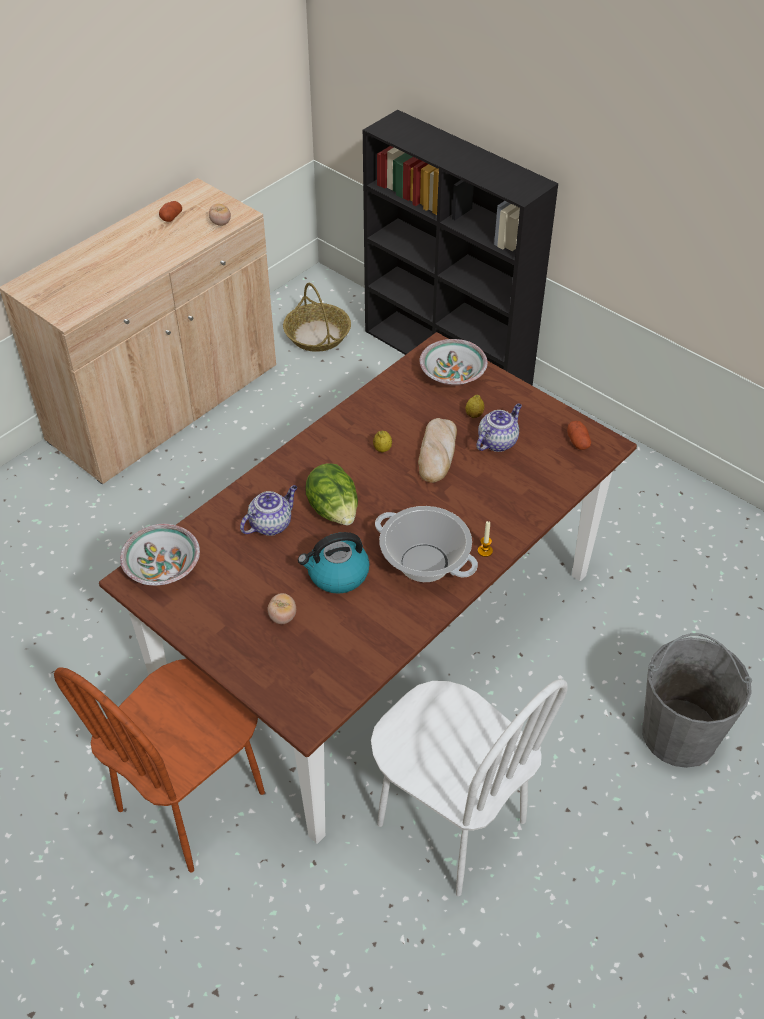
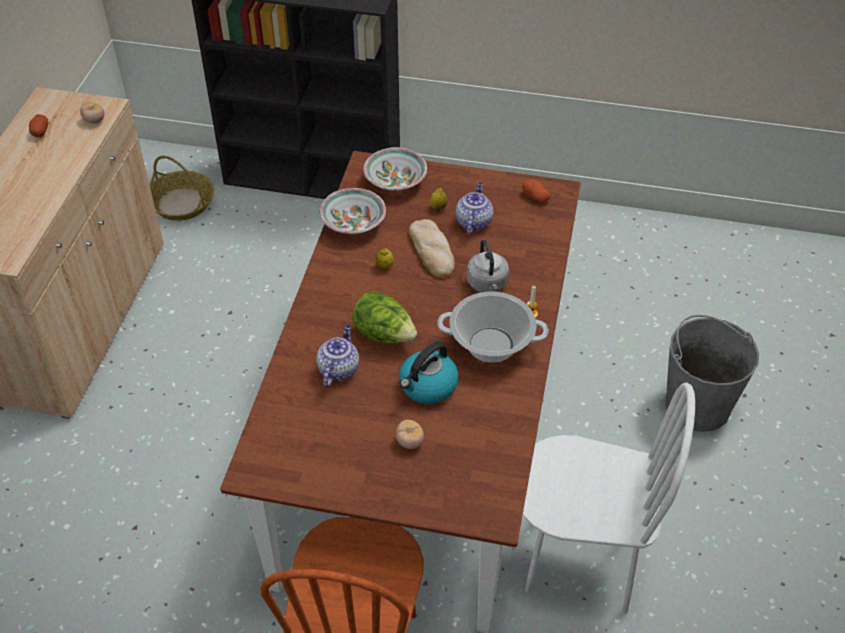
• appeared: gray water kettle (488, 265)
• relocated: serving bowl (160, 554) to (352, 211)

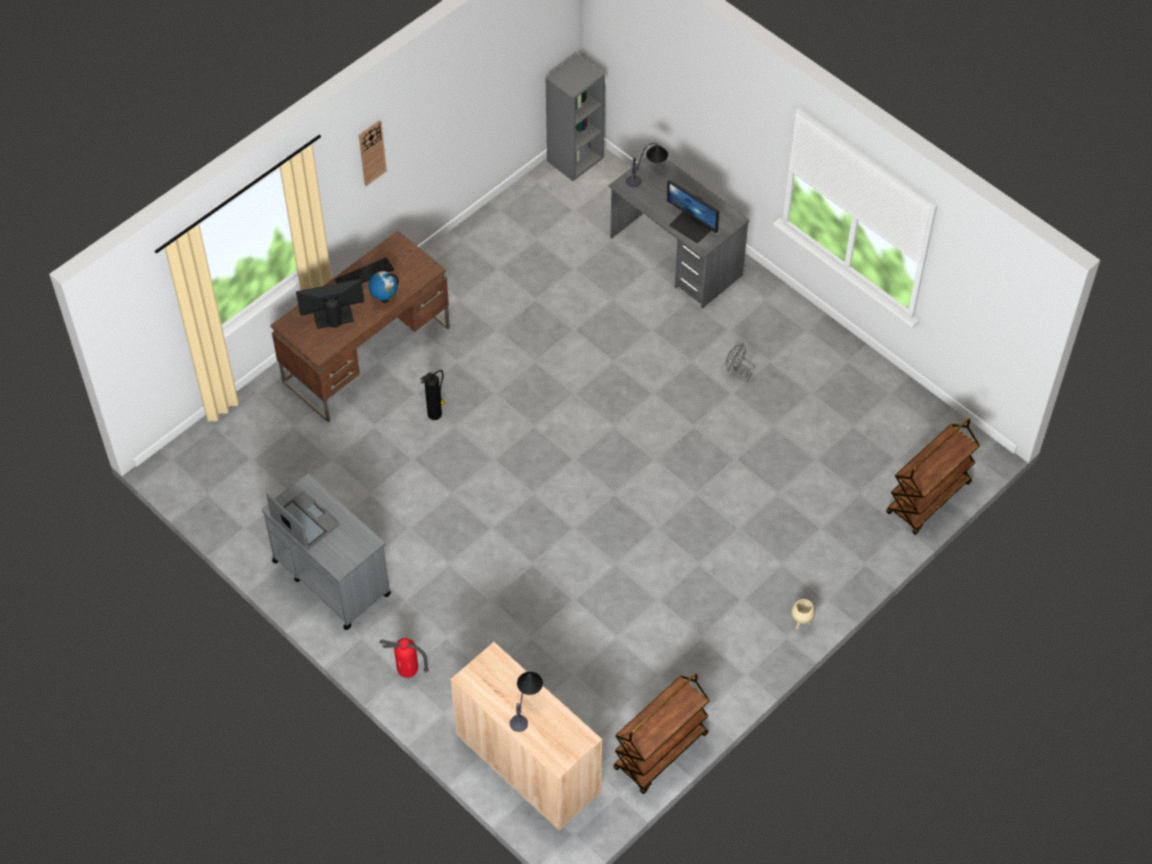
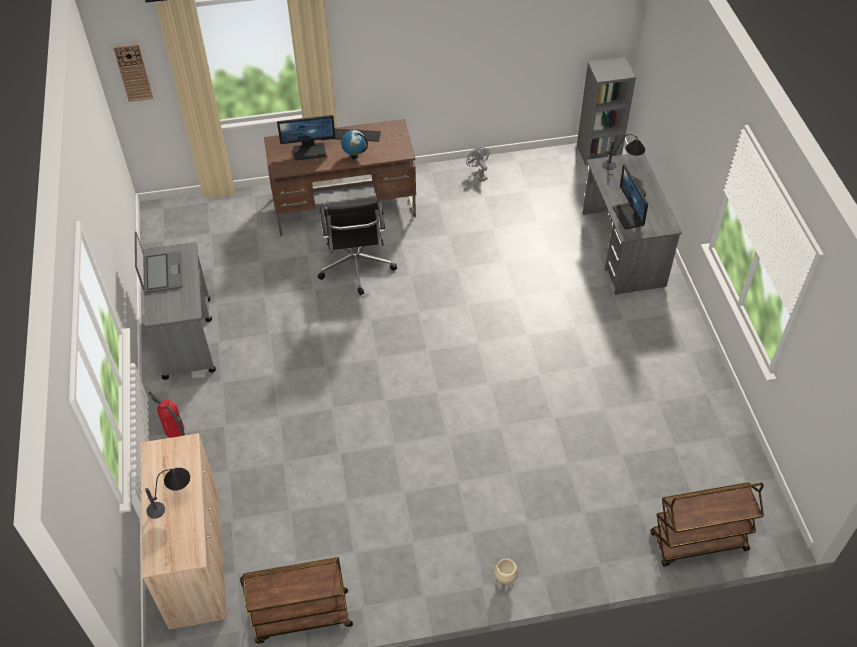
• relocated: hanging clock (373, 153) to (133, 73)
• relocated: gray fan (740, 363) to (478, 165)
• exchanged: fire-fighting cylinder (432, 395) to black desk chair (357, 247)
• spun: computer display (330, 304) = (306, 137) 150 degrees clockwise

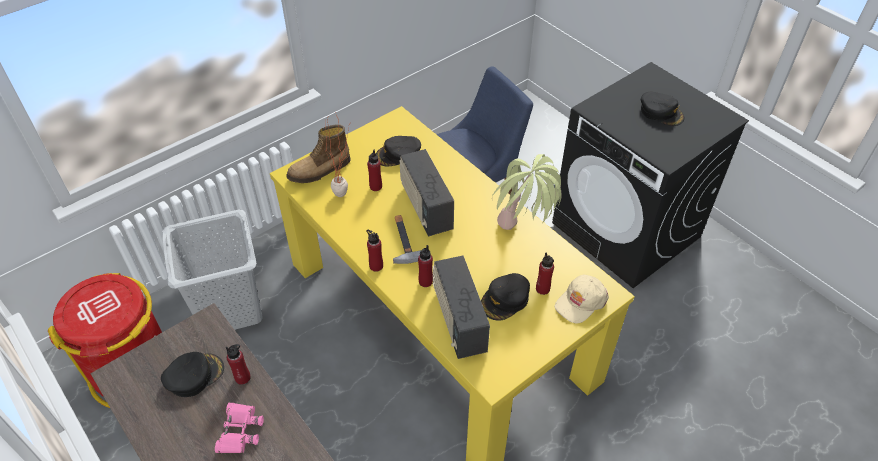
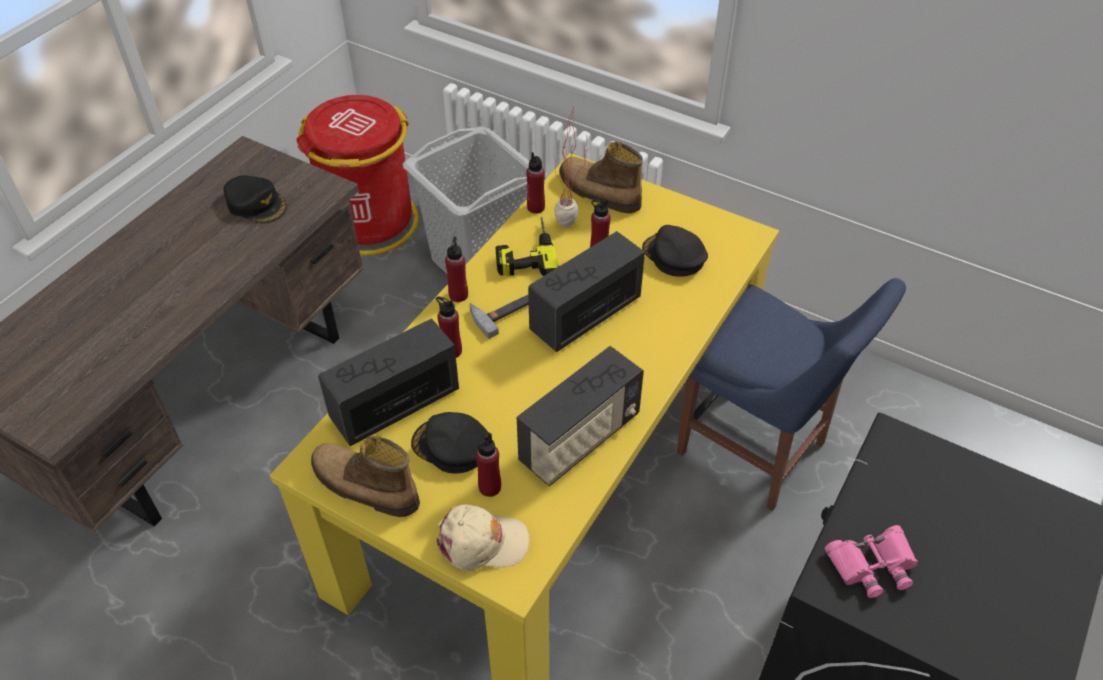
• missing: black cap (662, 109)
• appeared: tall boot (365, 476)
• appeared: electric drill (527, 247)
• relocated: pink binoculars (239, 428) to (871, 561)
• relocated: red-coloured beverage bottle (238, 364) to (535, 183)
• exchanged: houseplant (527, 192) to radio receiver (580, 416)
• spun: beige-coloured cap (582, 299) = (483, 538) 150 degrees clockwise

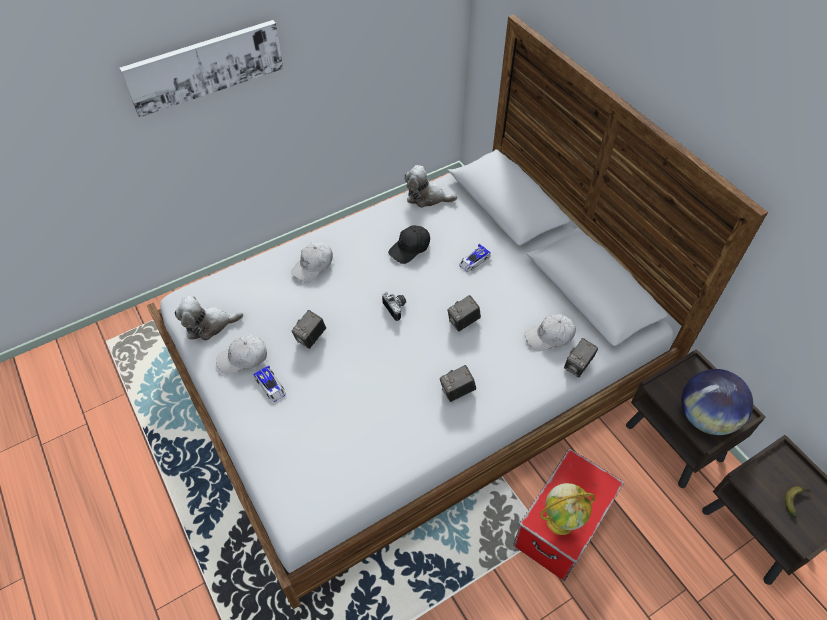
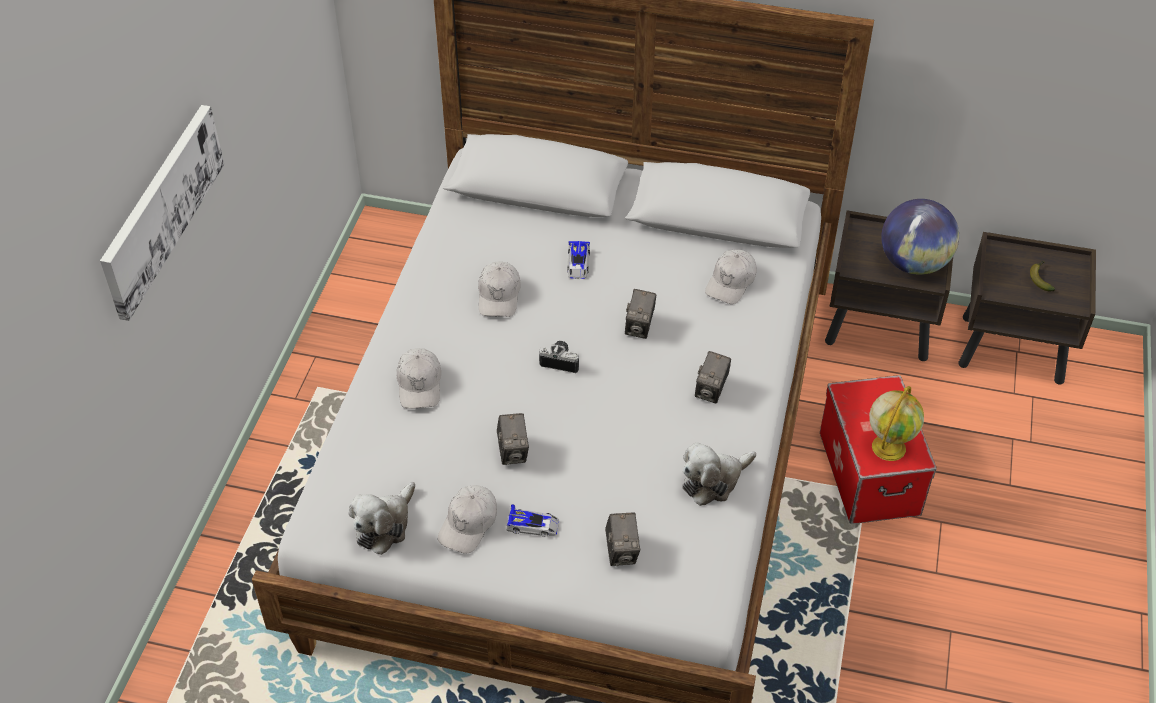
• relocated: cuddly toy (431, 186) to (719, 474)
• relocated: still camera (581, 357) to (622, 539)
• colour: black cap (409, 244) to white cap (499, 289)

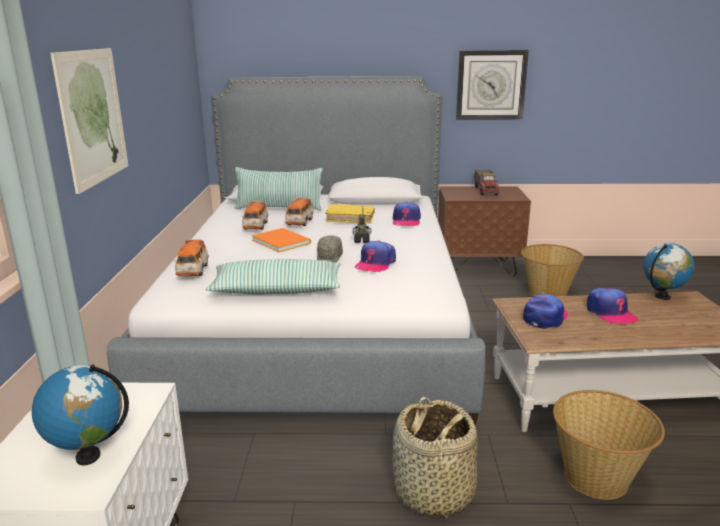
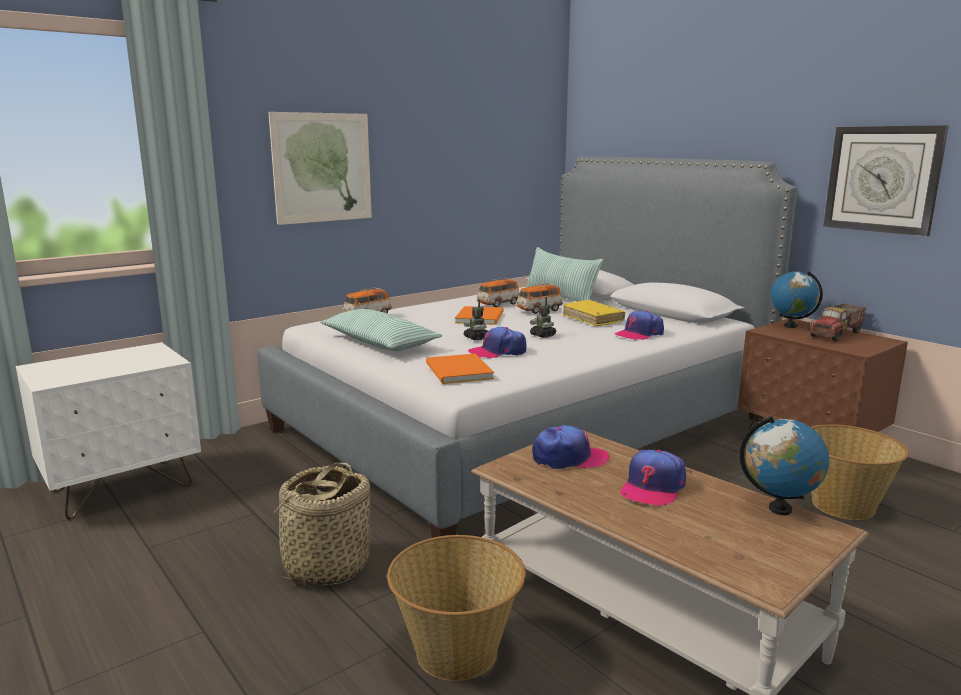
• appeared: orange bound book (460, 368)
• relocated: globe (80, 414) to (797, 299)
• exchanged: gray cap (330, 248) to toy robot (475, 319)

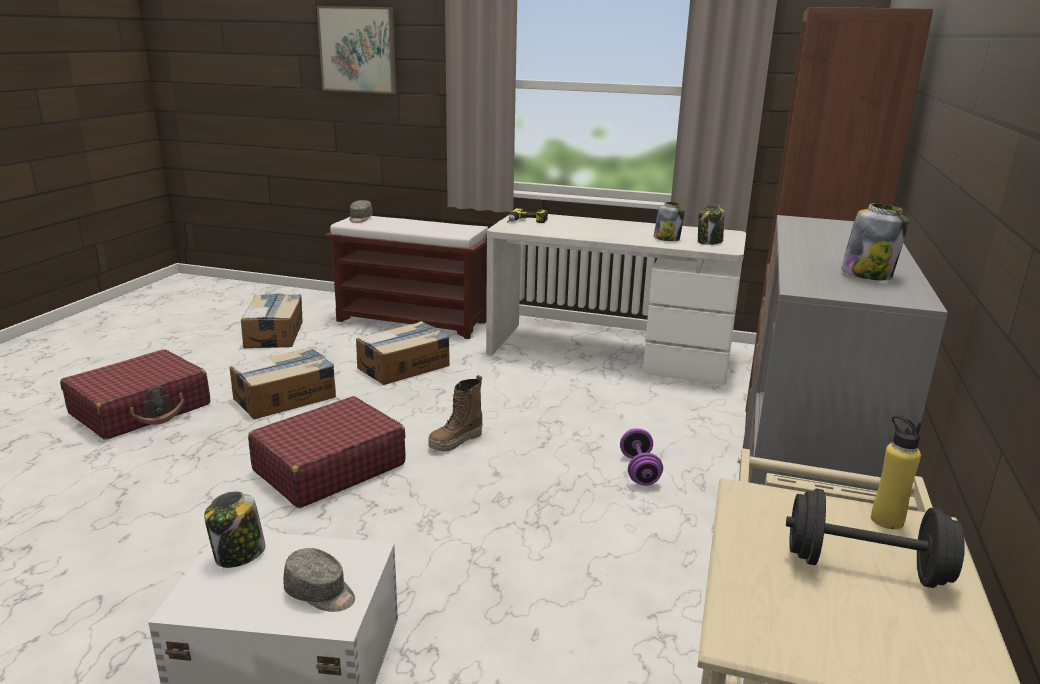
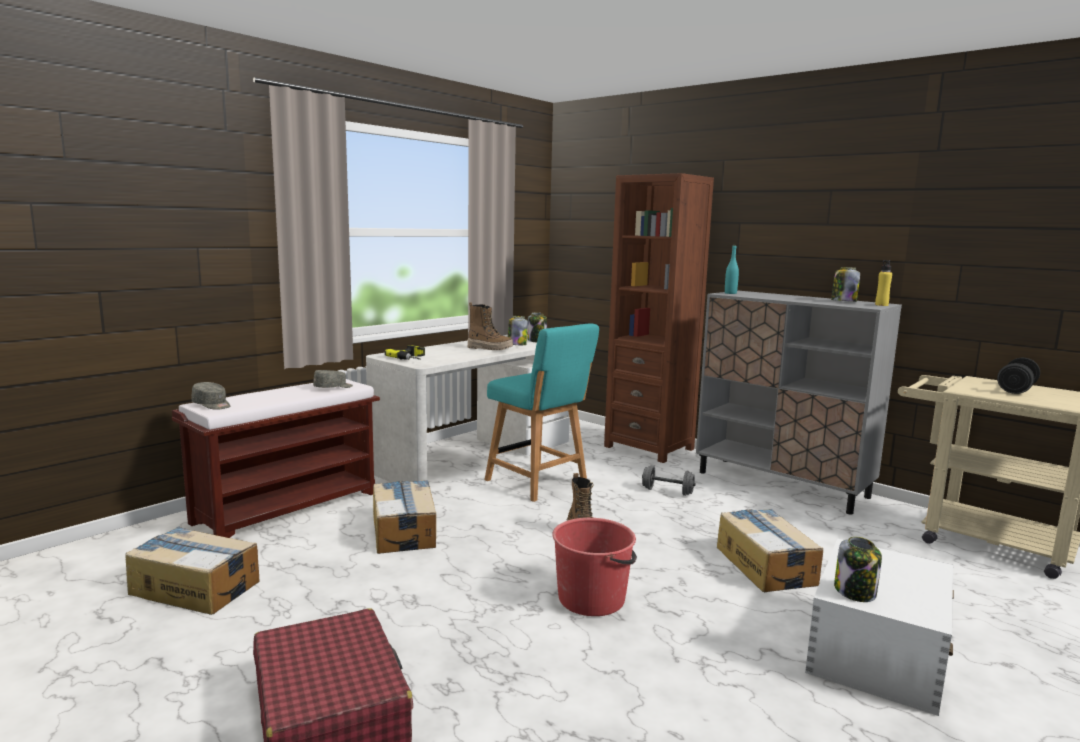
• missing: wall picture (356, 50)
• appeared: tall boot (490, 326)
• appeared: blue-green upright chair (541, 412)
• appeared: blue-green beverage bottle (732, 269)
• relocated: cardboard box (283, 383) to (770, 550)
• relocated: gray cap (319, 580) to (333, 379)
• relocated: yellow beverage bottle (896, 472) to (883, 283)
• exchanged: red-coloured suitcase (327, 452) to red-coloured bucket (594, 567)
• colour: purple hand weight (641, 457) to gray hand weight (669, 480)

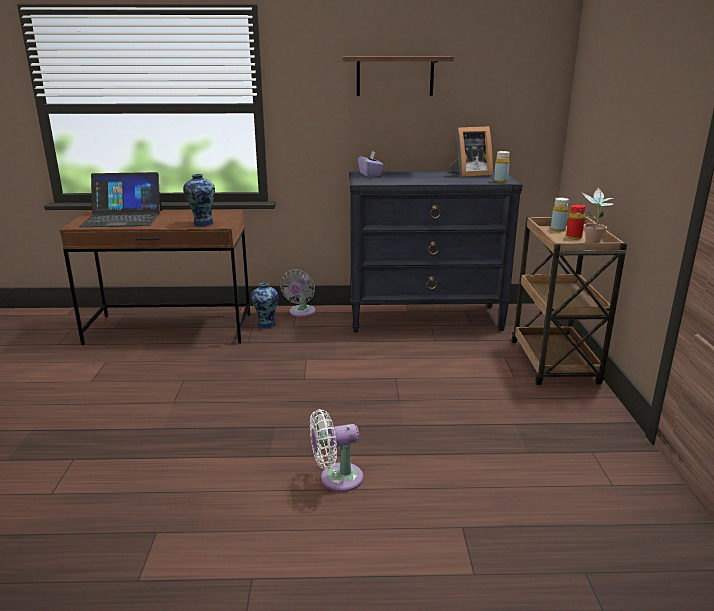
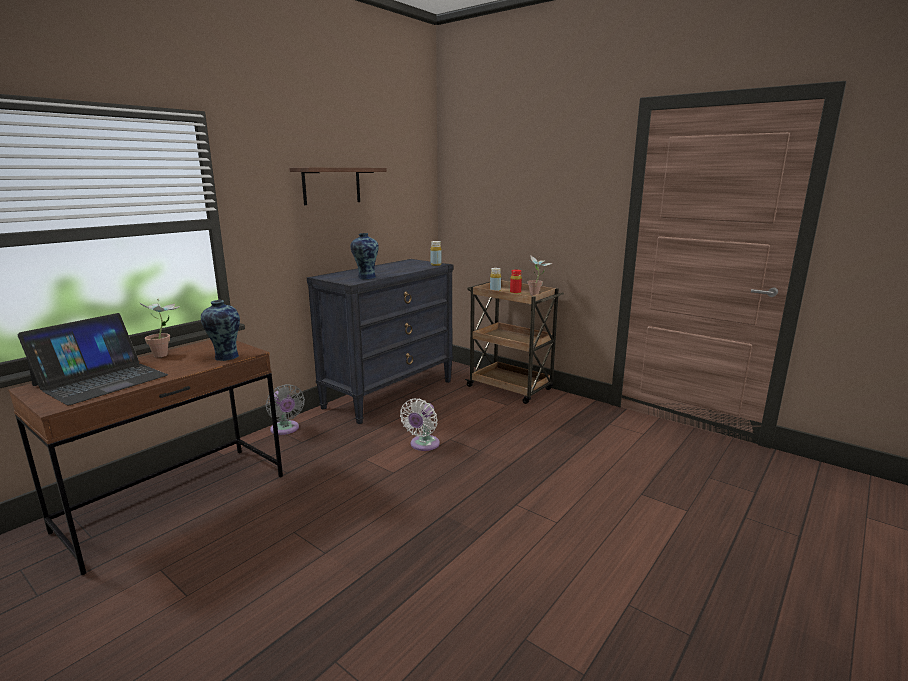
• missing: purple tissue box (371, 164)
• missing: photo frame (471, 151)
• appeared: houseplant (160, 328)
• relocated: flower vase (265, 306) to (364, 256)
• relocated: white fan (337, 450) to (420, 424)

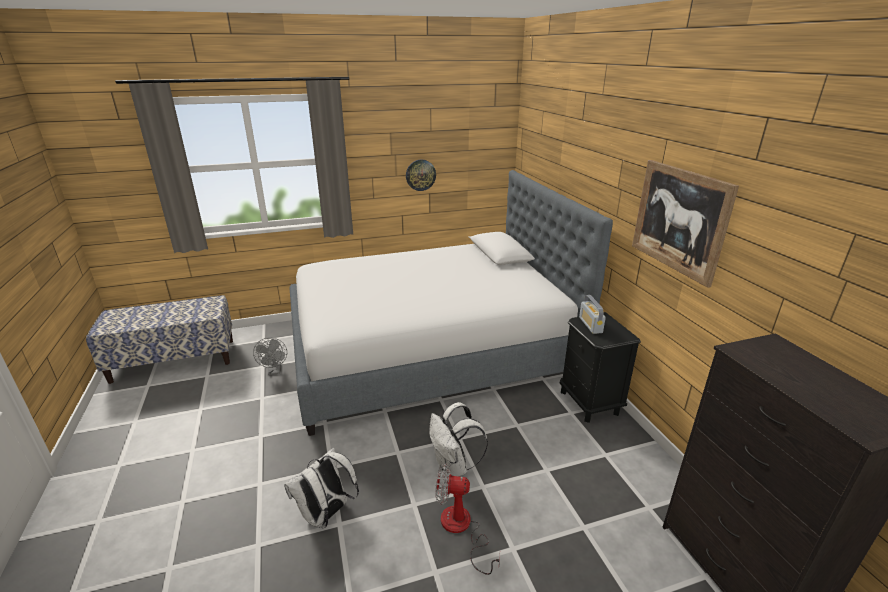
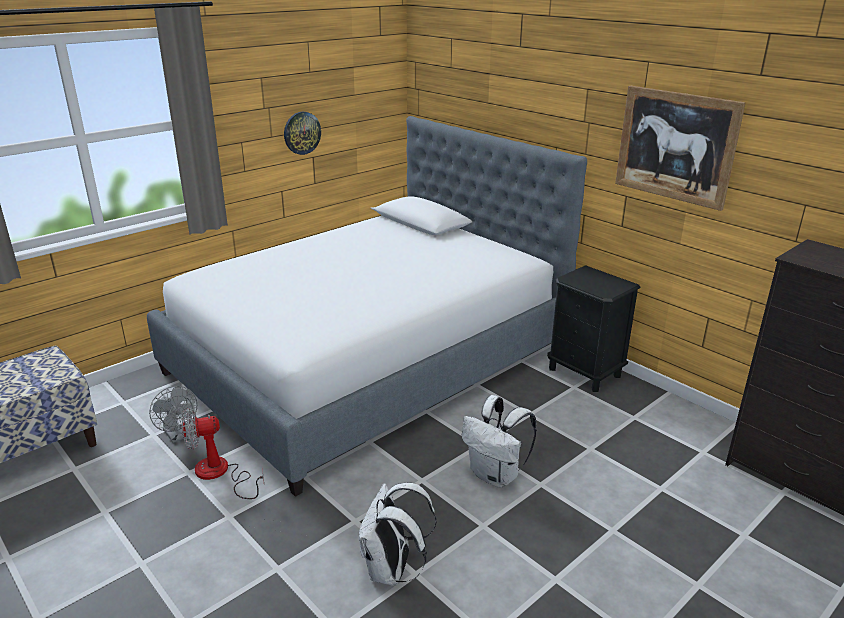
• missing: radio receiver (592, 314)
• relocated: fan (467, 519) to (223, 453)

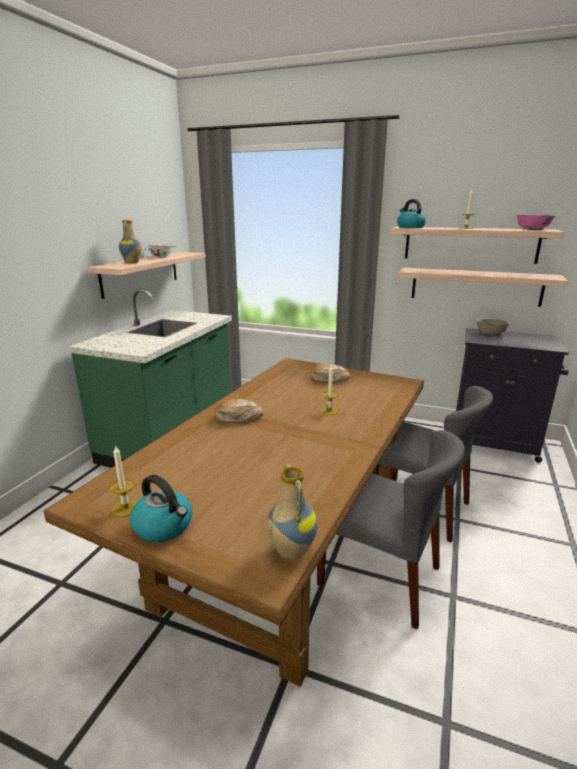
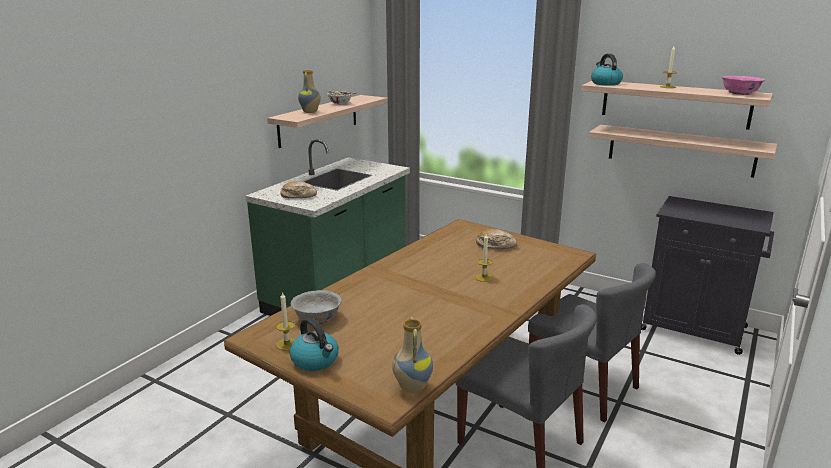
• relocated: bread (239, 410) to (298, 189)
• relocated: white serving bowl (493, 326) to (316, 307)

